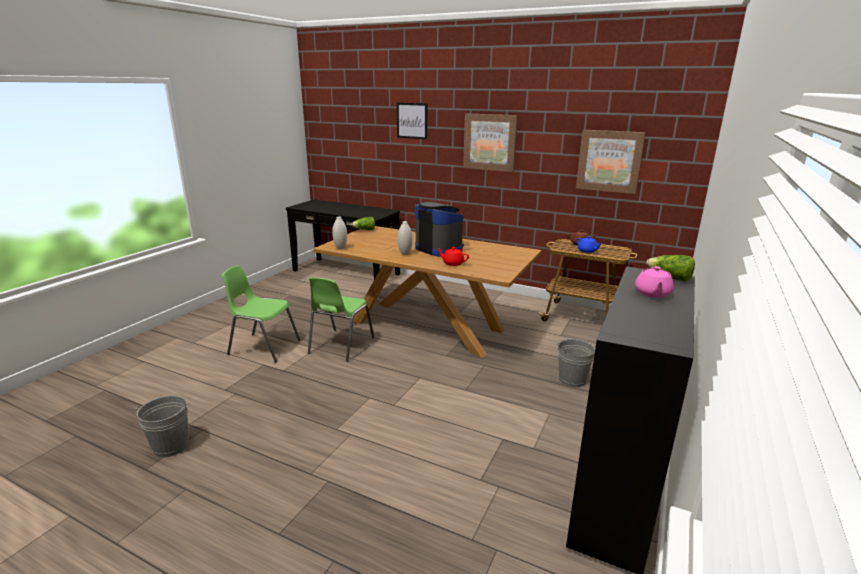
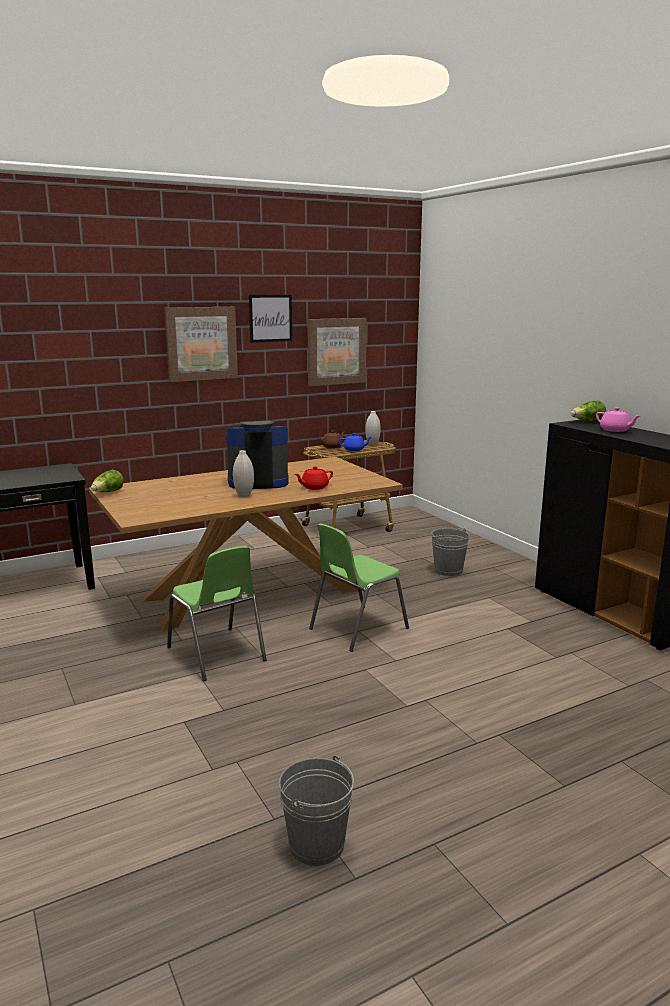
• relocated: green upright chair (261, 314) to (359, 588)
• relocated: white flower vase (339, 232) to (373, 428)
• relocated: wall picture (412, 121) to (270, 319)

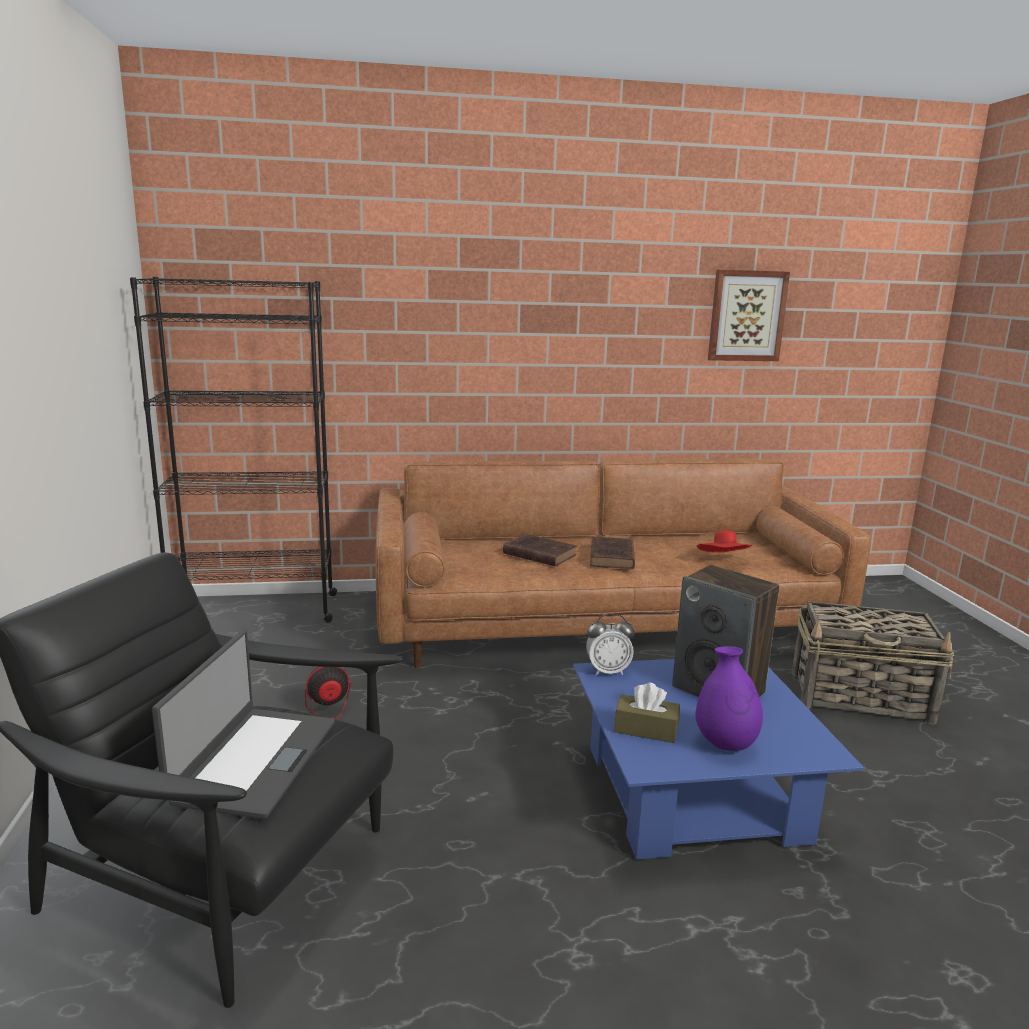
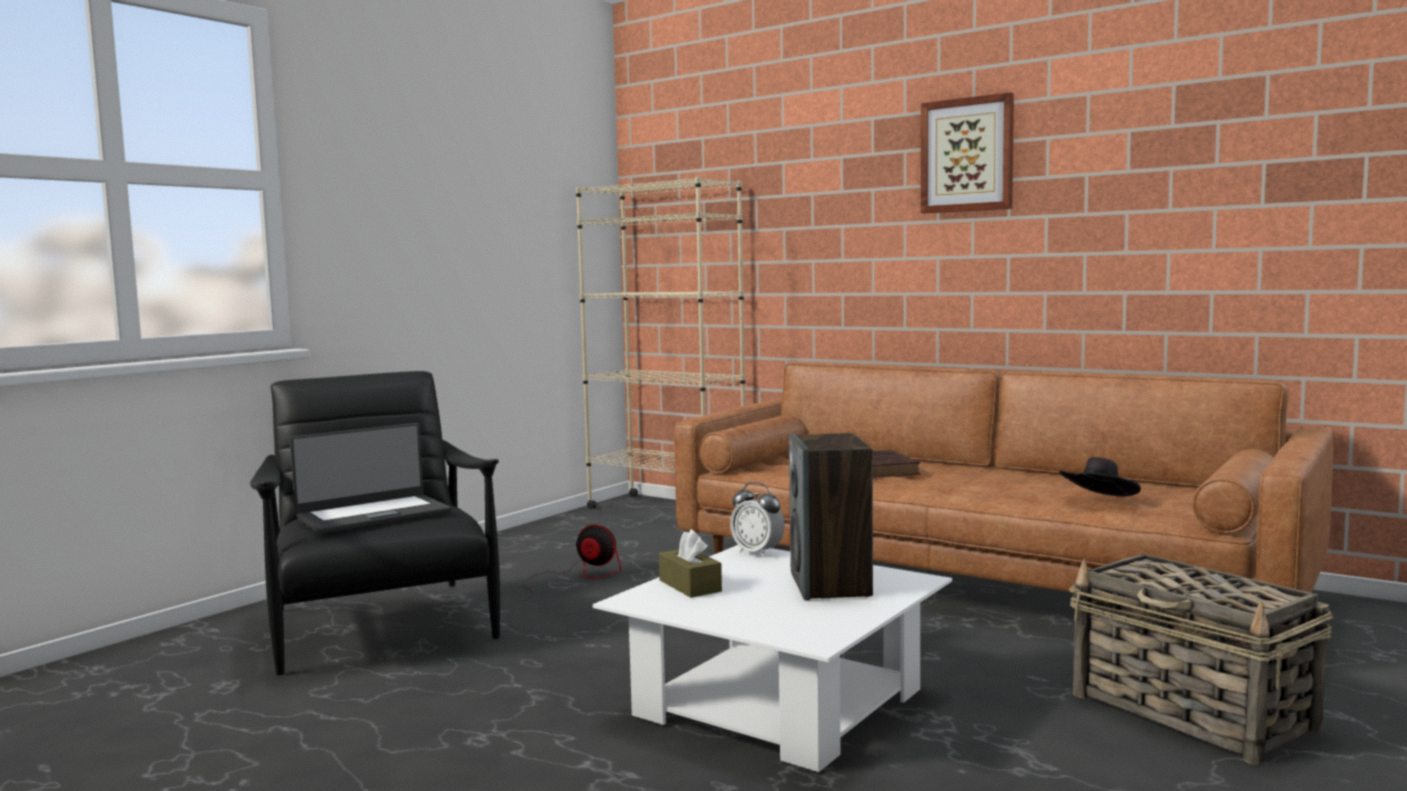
• missing: brown-coloured bound book (612, 553)
• missing: purple flower vase (729, 698)
• relocated: wall picture (749, 315) to (967, 152)
• colour: black shelving unit (233, 450) to beige-coloured shelving unit (660, 343)
• colour: bluish coffee table (718, 759) to white coffee table (772, 659)
• colour: red-coloured wearable hat (725, 541) to black wearable hat (1100, 477)

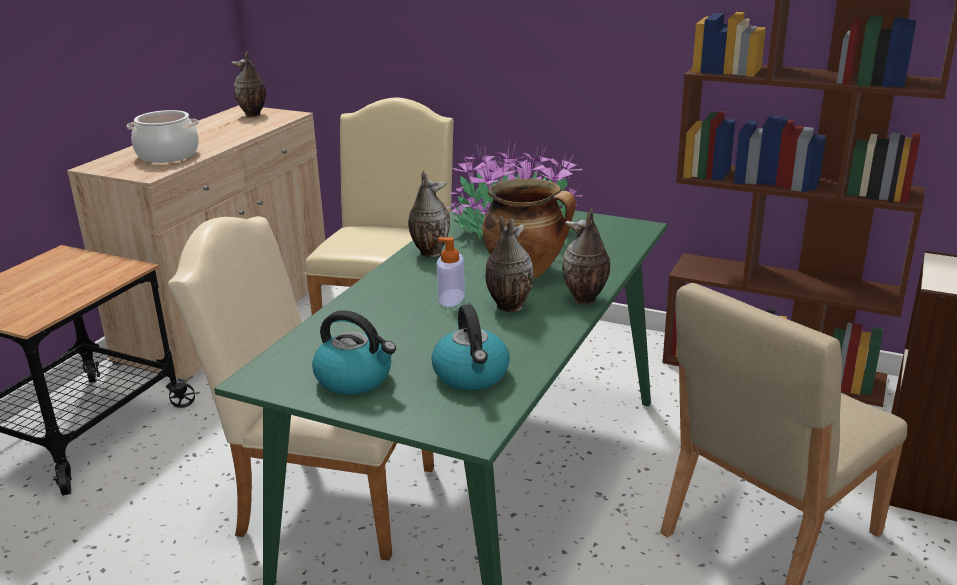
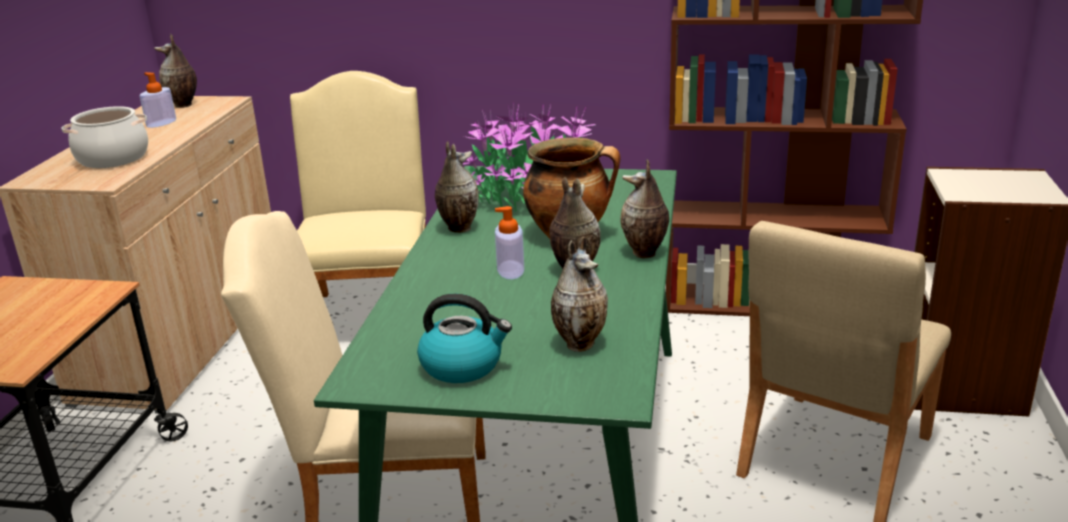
• appeared: soap bottle (158, 100)
• exchanged: water kettle (470, 347) to flower vase (579, 294)

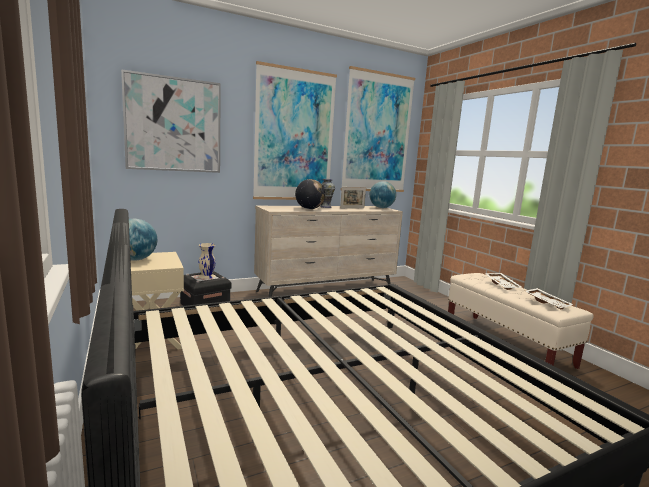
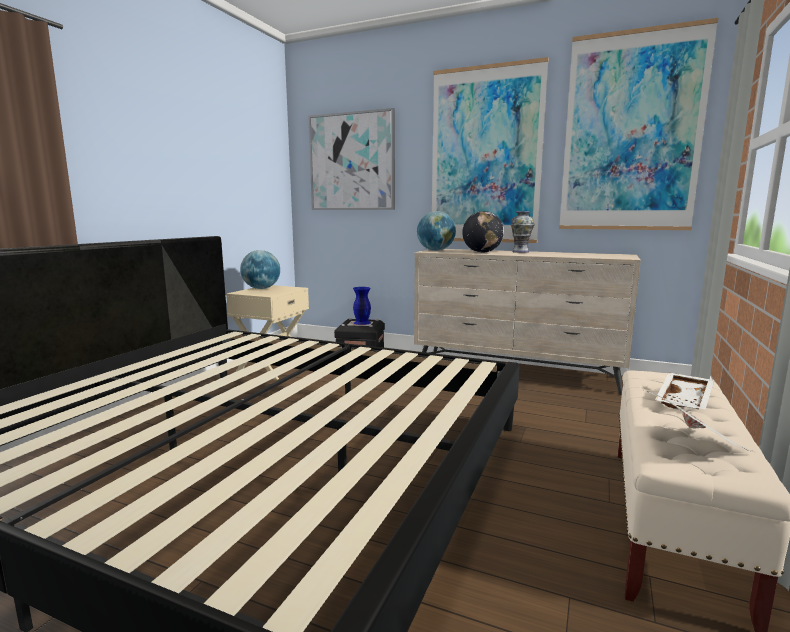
• missing: photo frame (353, 198)
• relocated: globe (382, 194) to (436, 231)
• exchanged: white serving tray (550, 298) to printed paper (699, 421)
• colour: beige-coloured flower vase (207, 261) to bluish flower vase (362, 306)

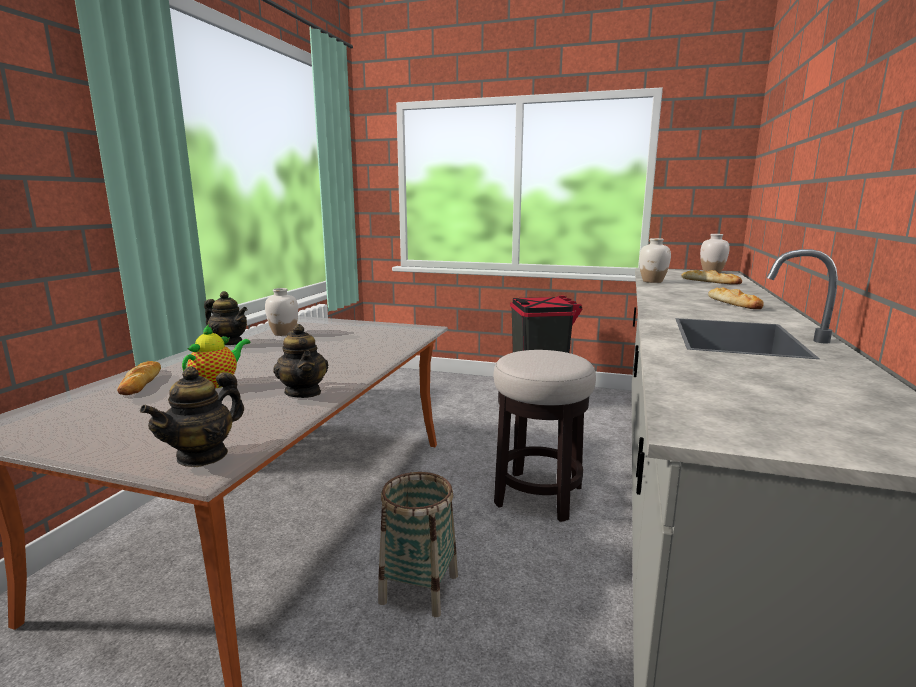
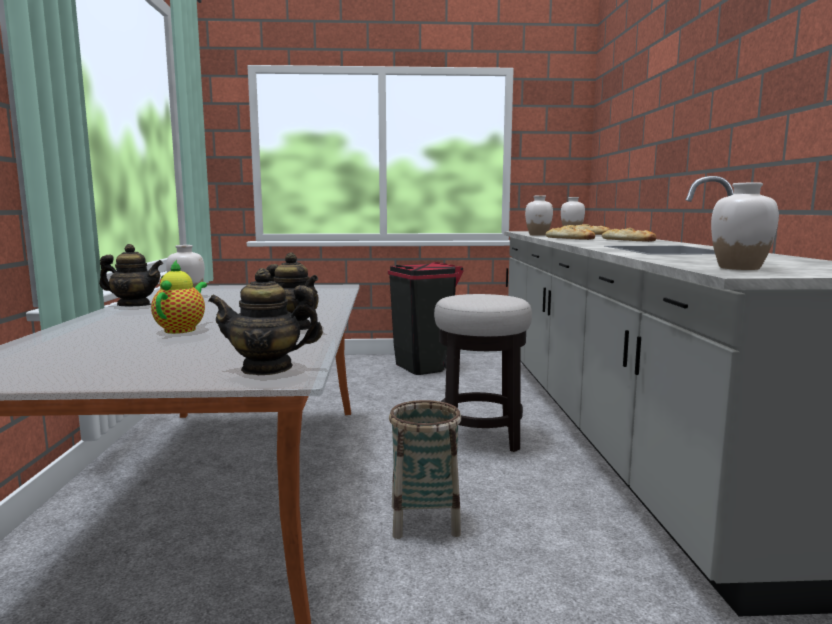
• appeared: white flower vase (745, 226)
• relocated: bread (139, 378) to (570, 233)
• spun: pot for tea (192, 416) = (265, 321) 75 degrees clockwise

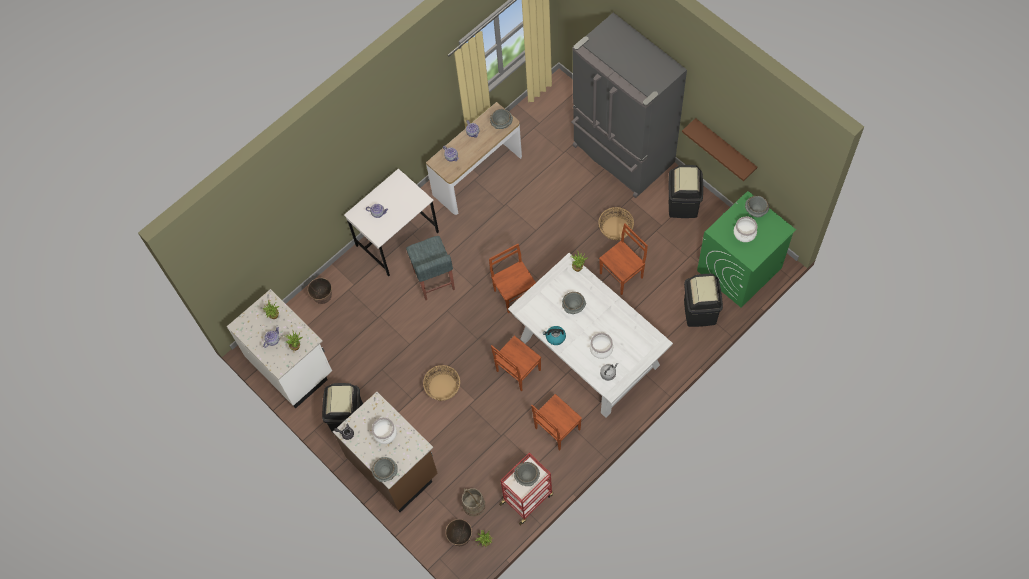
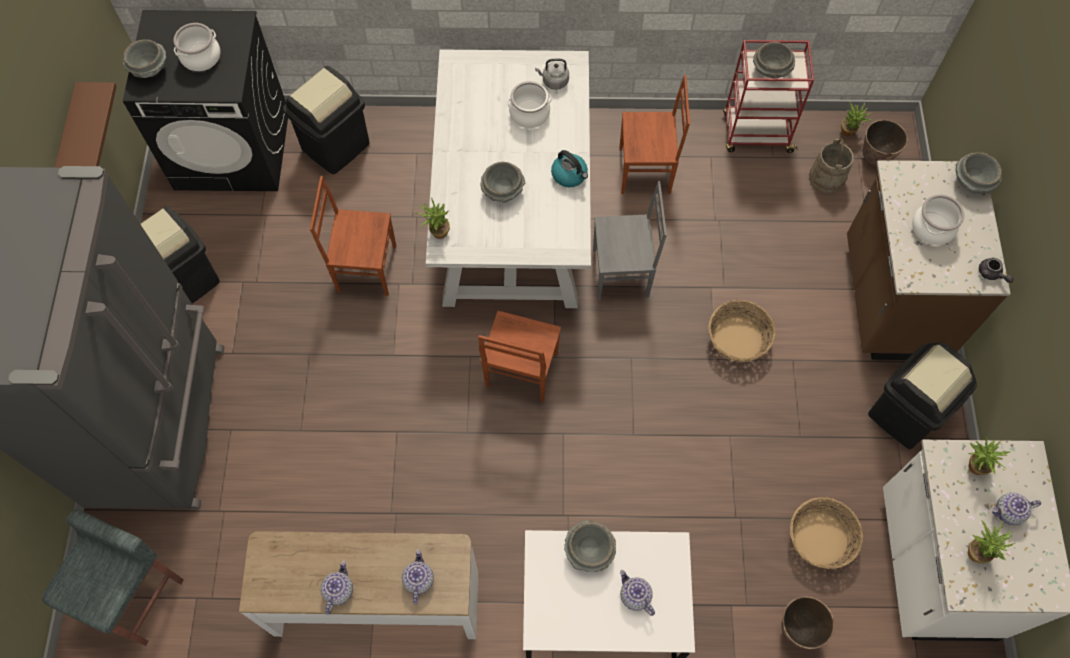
• relocated: gray stool seat (430, 268) to (113, 578)
• relocated: gray serving bowl (501, 119) to (590, 546)
• relocated: basket (616, 223) to (826, 533)
• colour: brown-coloured upright chair (516, 363) to gray upright chair (630, 240)
• colour: green laundry appliance (746, 249) to black laundry appliance (205, 100)

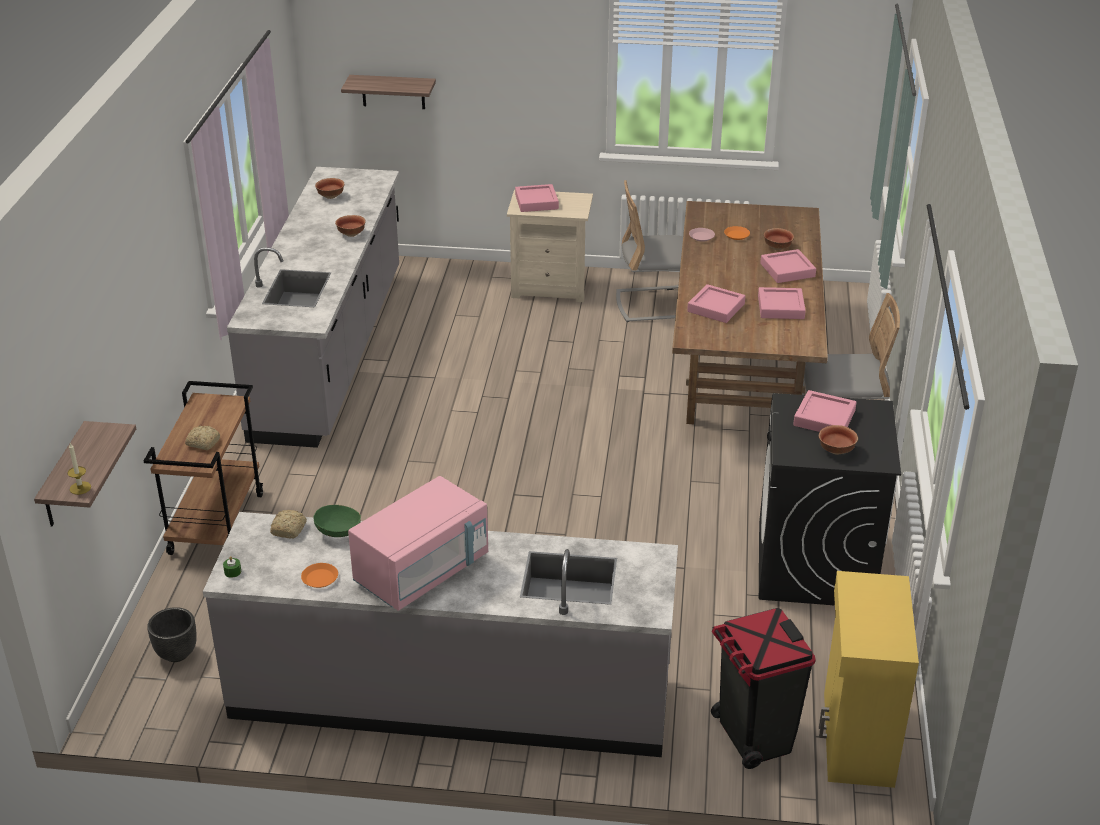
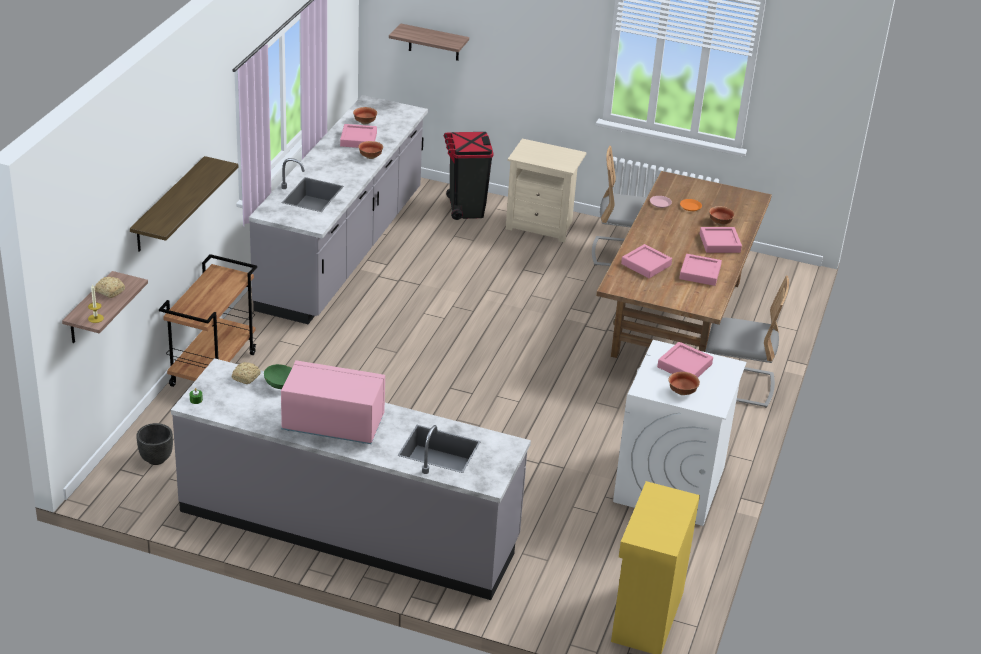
• missing: orange dinner plate (319, 575)
• appeared: bracket shelf (184, 203)
• relocated: bread (202, 437) to (110, 287)
• relocated: pink serving tray (537, 198) to (358, 136)
• relocated: black waste bin (763, 688) to (469, 176)
• colour: black laundry appliance (830, 499) to white laundry appliance (679, 433)
• spun: pink microwave (418, 543) = (333, 402) 135 degrees counterclockwise

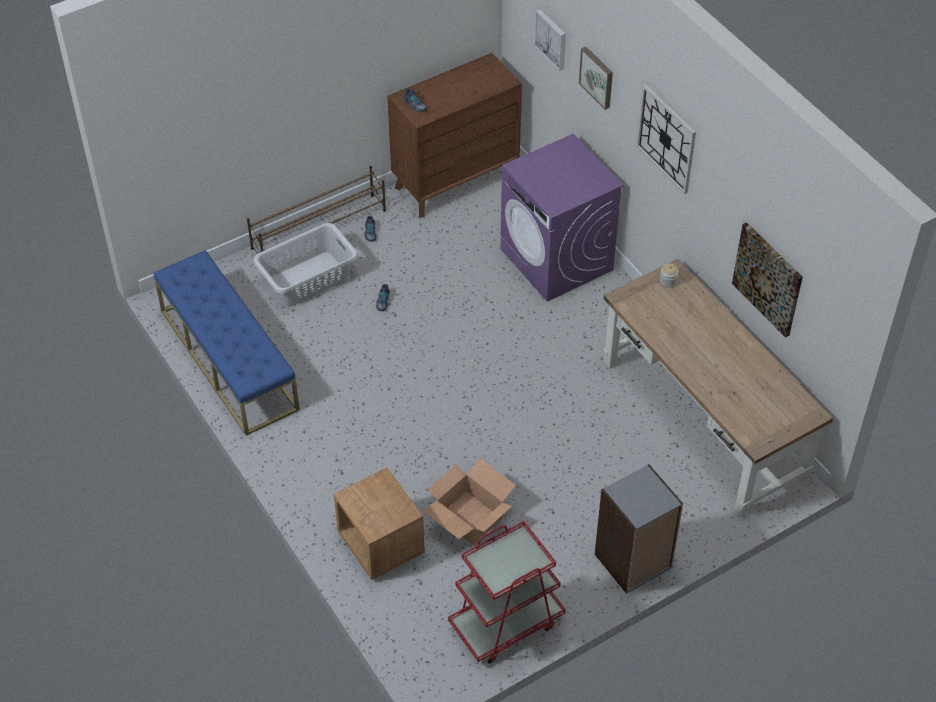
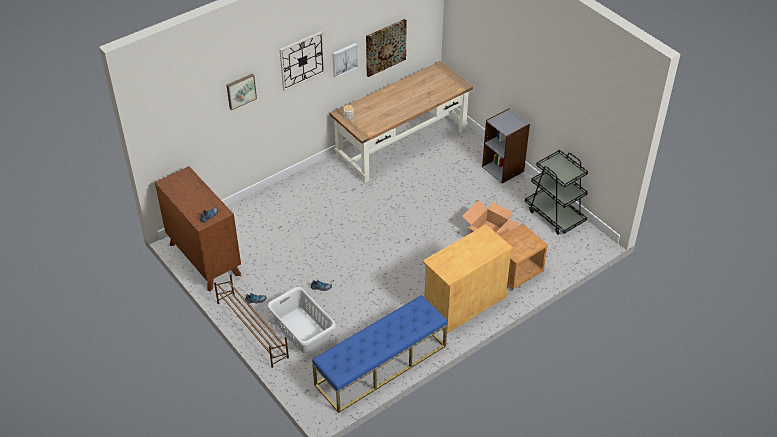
• missing: purple laundry appliance (562, 218)
• appeared: beige-coloured cabinet (467, 279)
• relocated: wall picture (550, 40) to (345, 60)
• colour: red-coloured trolley (507, 592) to black trolley (556, 192)

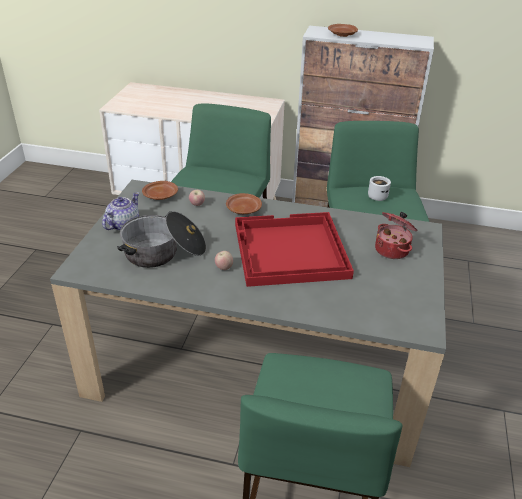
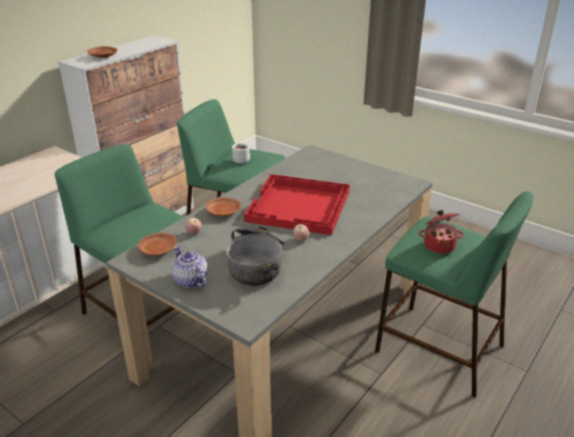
• relocated: saucepot (396, 235) to (441, 232)

